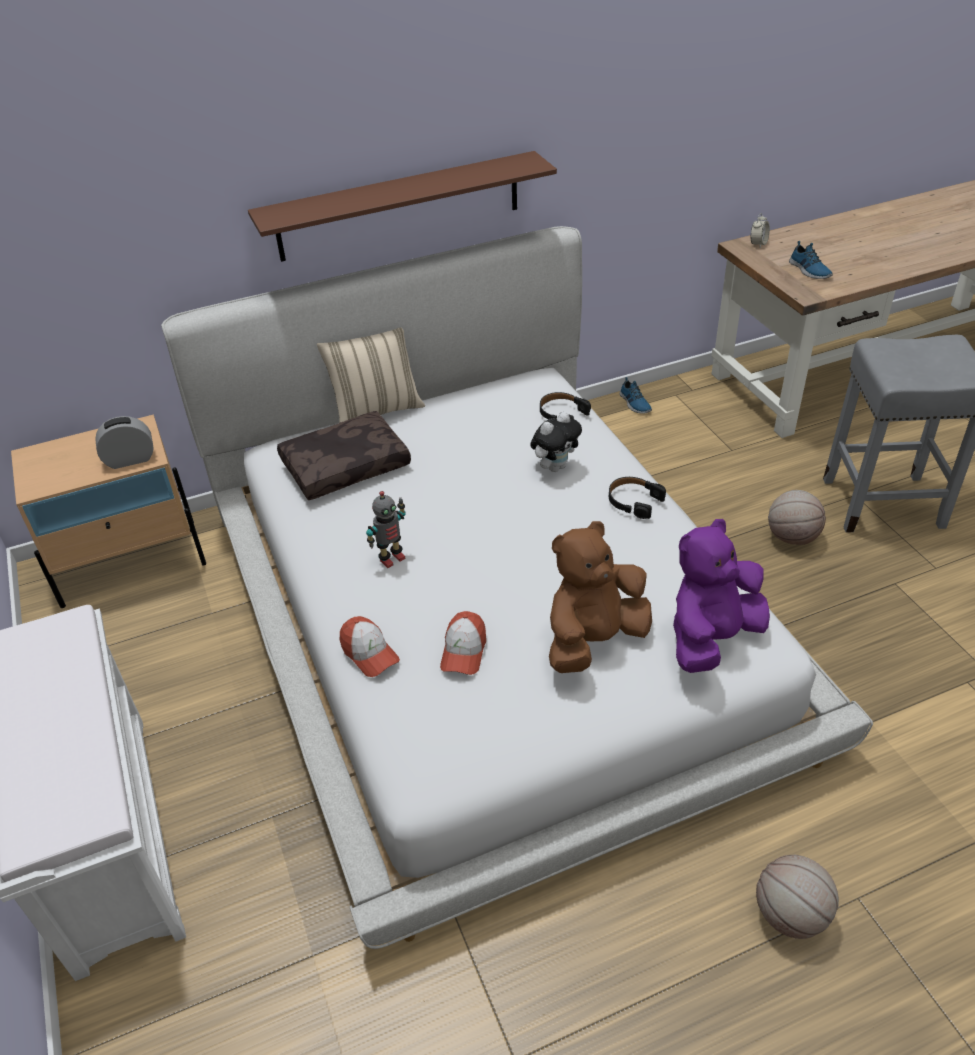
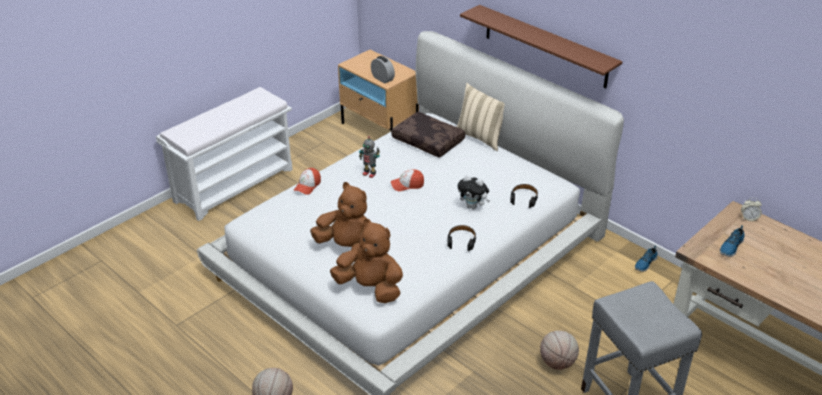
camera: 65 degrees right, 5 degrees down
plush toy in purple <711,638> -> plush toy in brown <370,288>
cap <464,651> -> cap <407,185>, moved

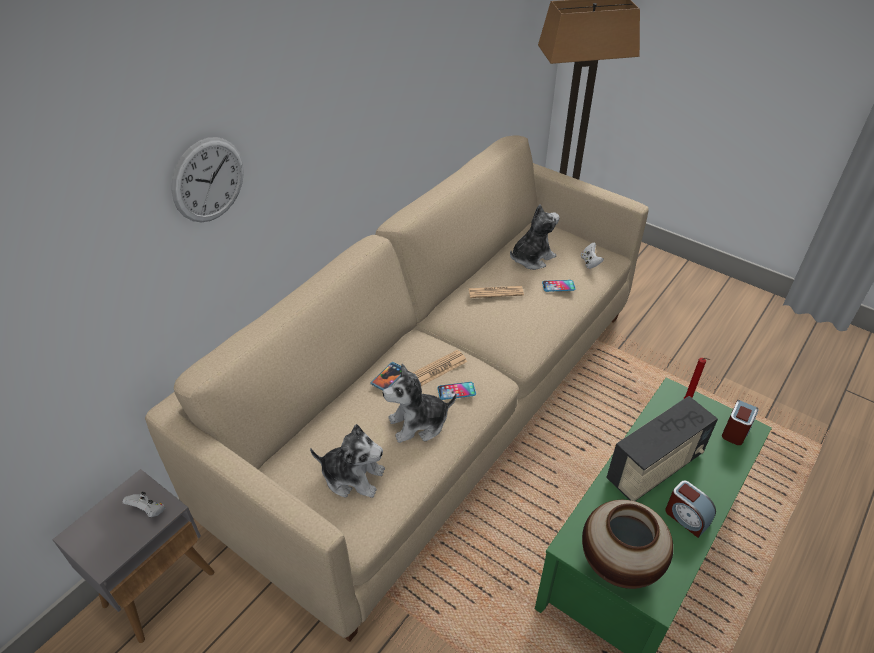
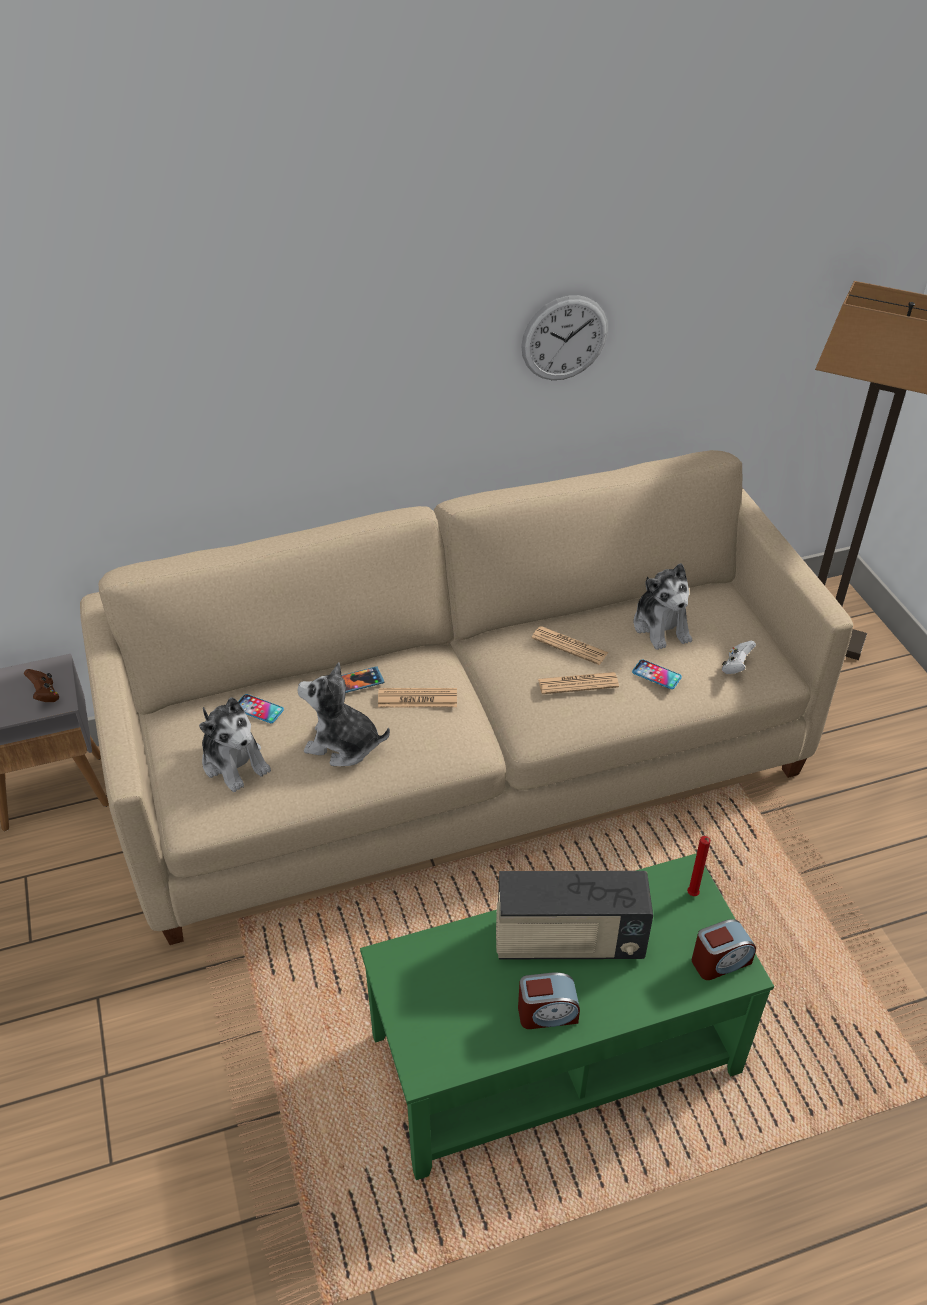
camera: 35 degrees right, 0 degrees up
game controller in white <148,510> -> game controller in brown <45,695>
phone <456,391> -> phone <258,709>, moved
alarm clock <686,517> -> alarm clock <547,1013>, 90 degrees counterclockwise
wall clock <208,180> -> wall clock <564,338>, moved
none -> newspaper <578,683>
plush toy <531,258> -> plush toy <661,626>, 75 degrees clockwise
vase <619,563> -> none

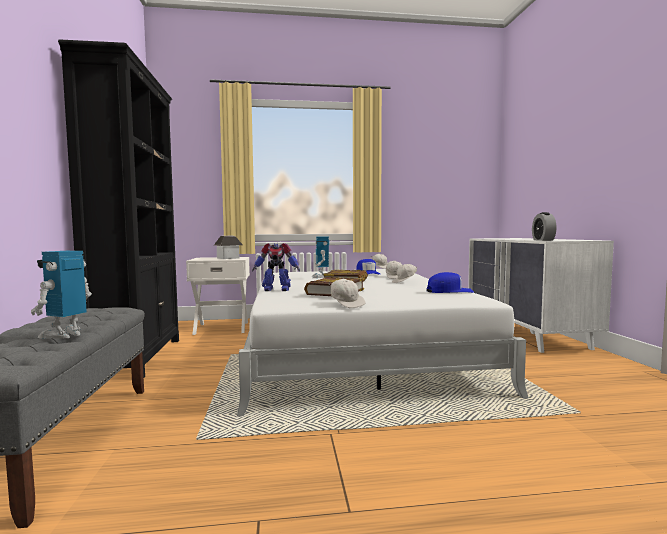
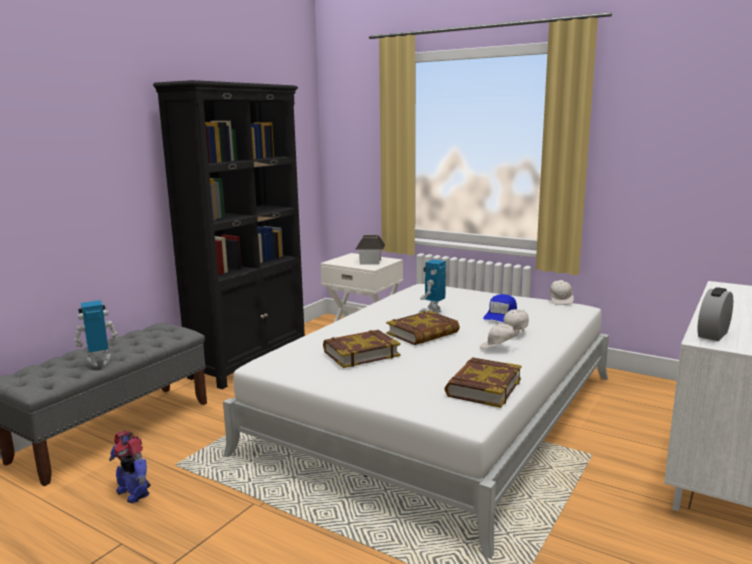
camera: 40 degrees right, 10 degrees up
toy robot <276,290> -> toy robot <133,492>, moved
cap in blue <449,291> -> book <483,387>
cap in white <346,304> -> none

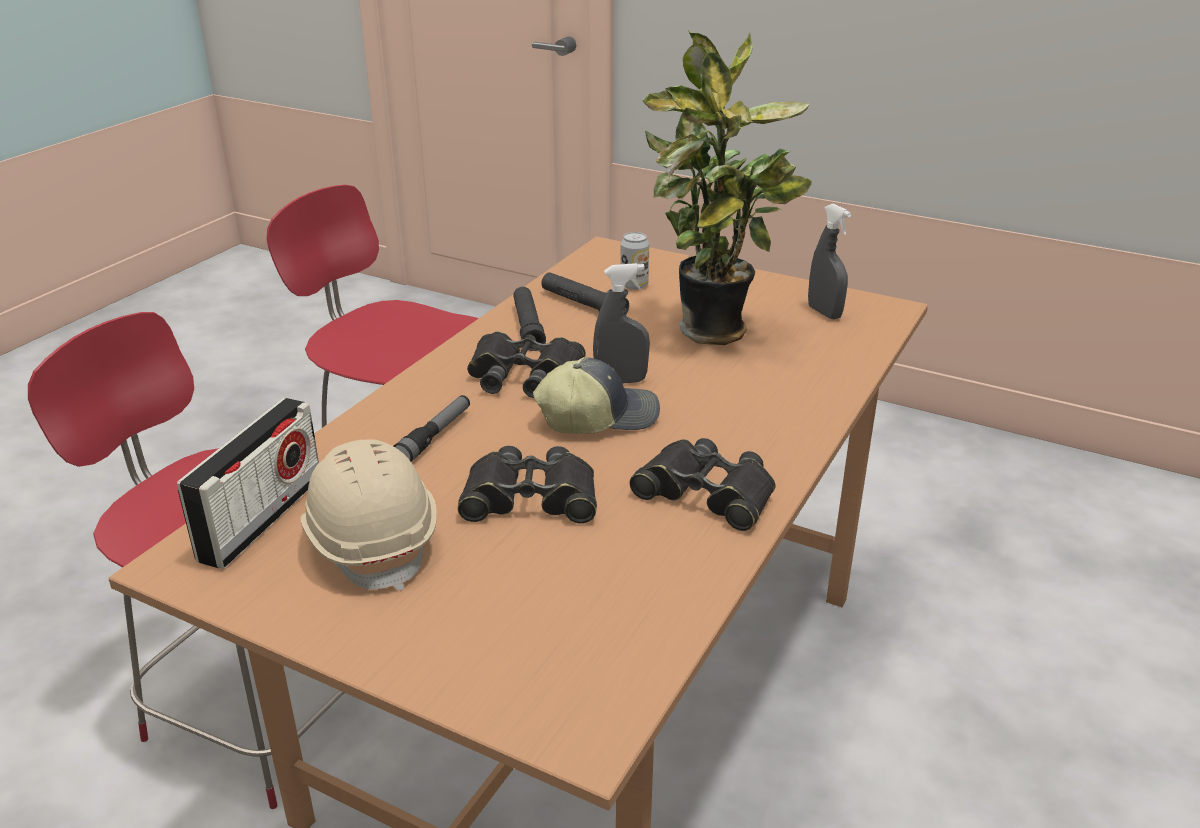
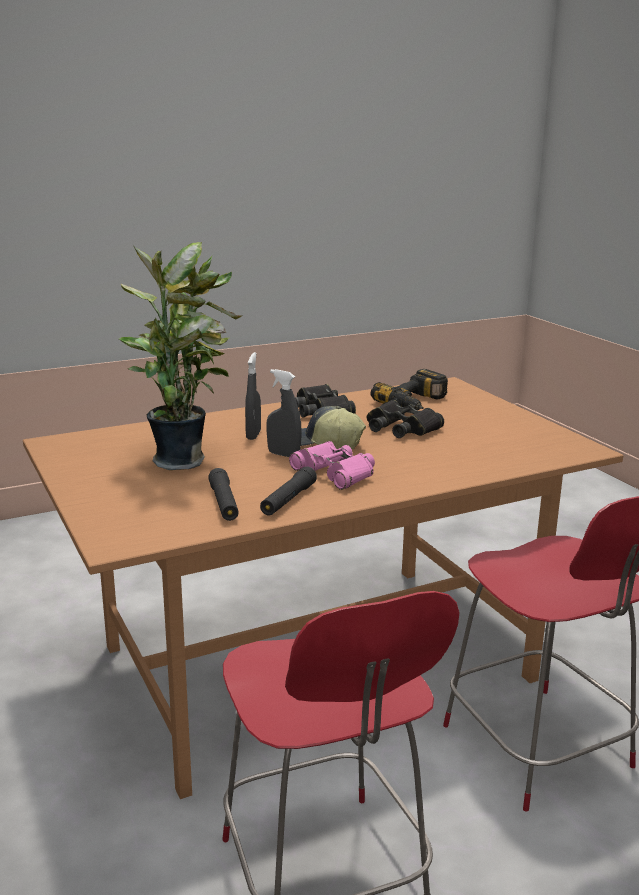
camera: 145 degrees left, 10 degrees down
spray bottle in grey <824,313> -> spray bottle in grey <253,435>, moved
binoculars in black <524,375> -> binoculars in pink <335,473>
none -> power drill <416,403>
radio <262,518> -> none
hard hat in beige <372,541> -> none
flashlight <434,436> -> none
can <634,285> -> none

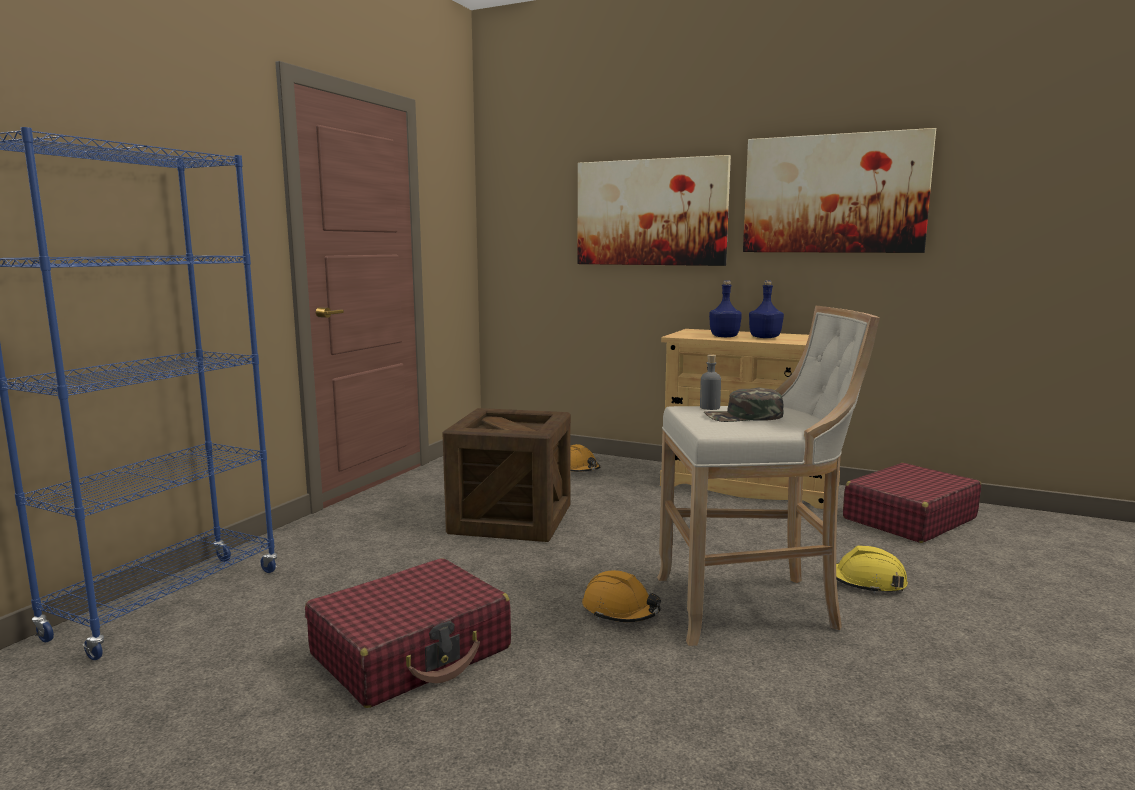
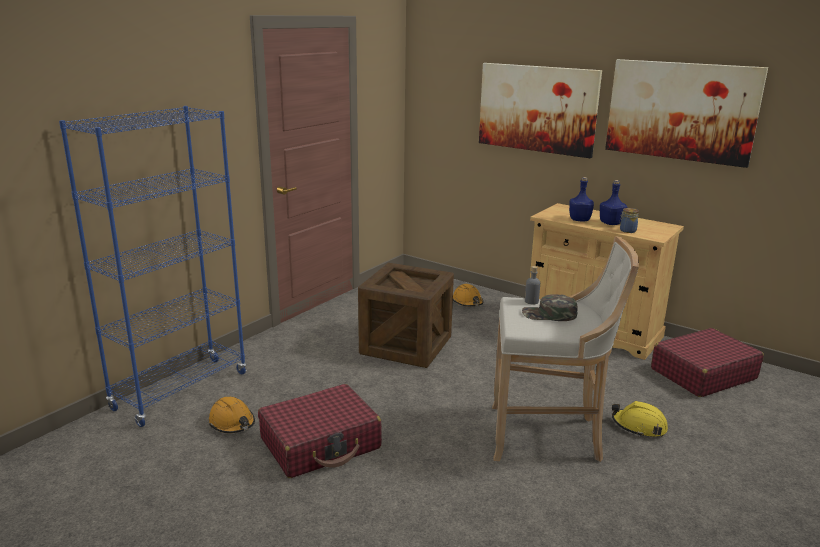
camera: 10 degrees right, 10 degrees up
hard hat in orange <620,611> -> hard hat in orange <232,423>, moved
none -> jar <627,231>

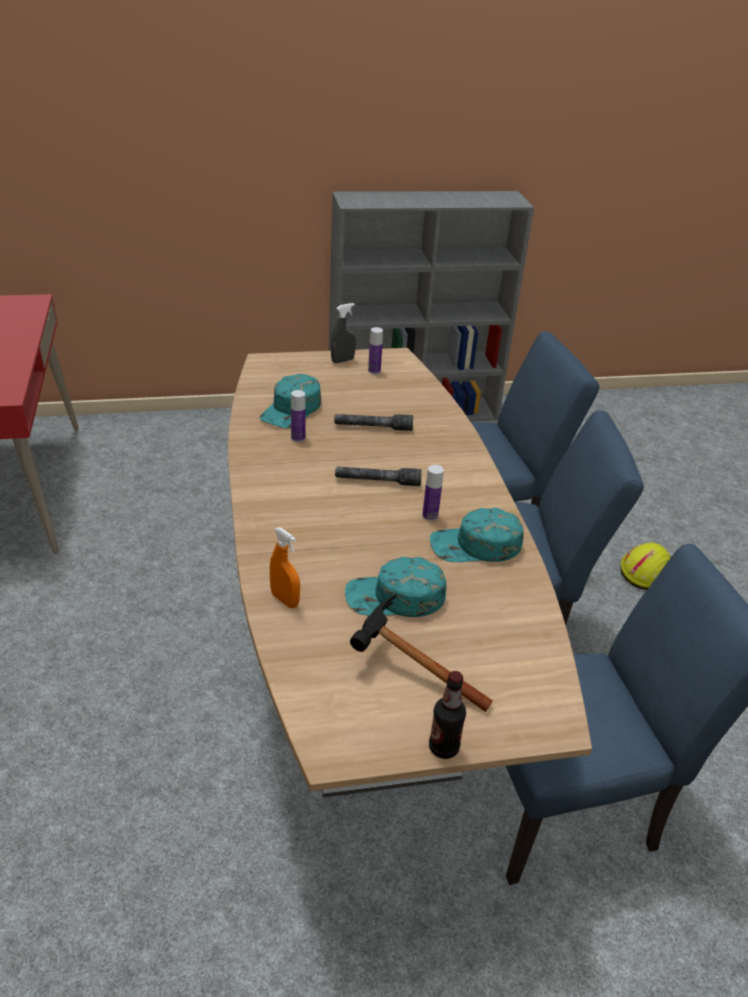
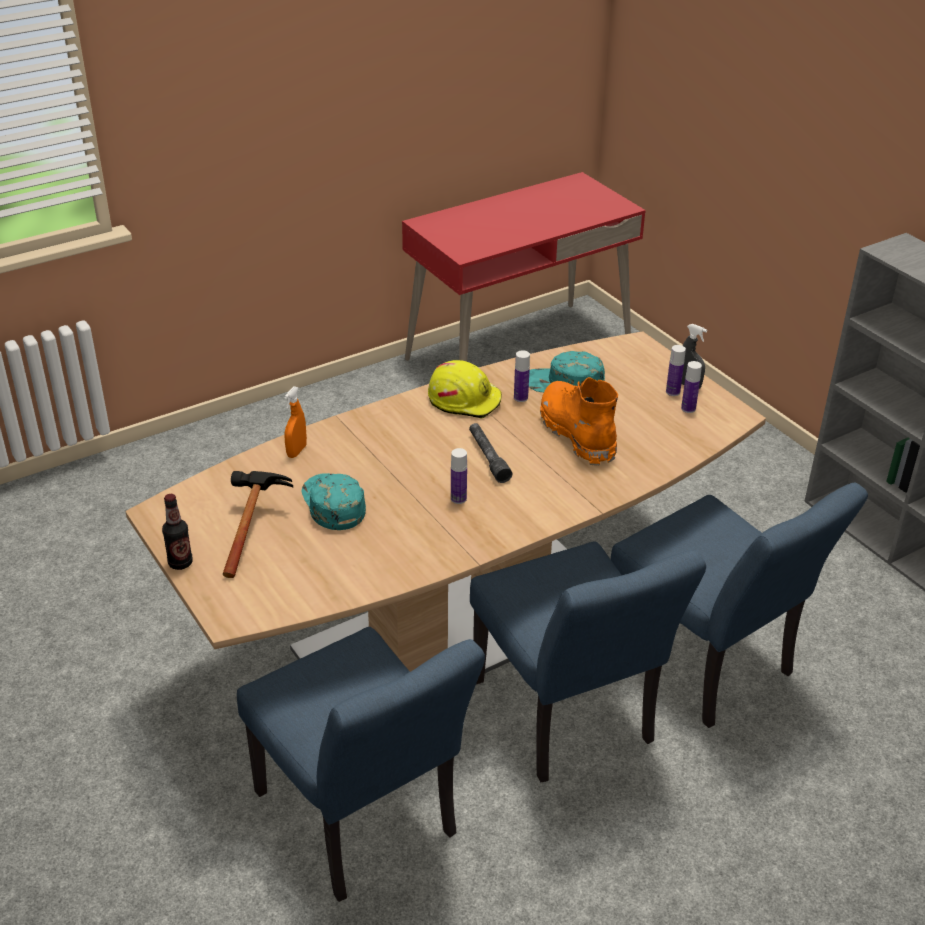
camera: 70 degrees right, 0 degrees up
hard hat in yellow <644,571> -> hard hat in yellow <464,400>, moved
flashlight in grey <373,427> -> boot in orange <577,433>
none -> bottle <672,392>
cap in turquoise <475,545> -> none

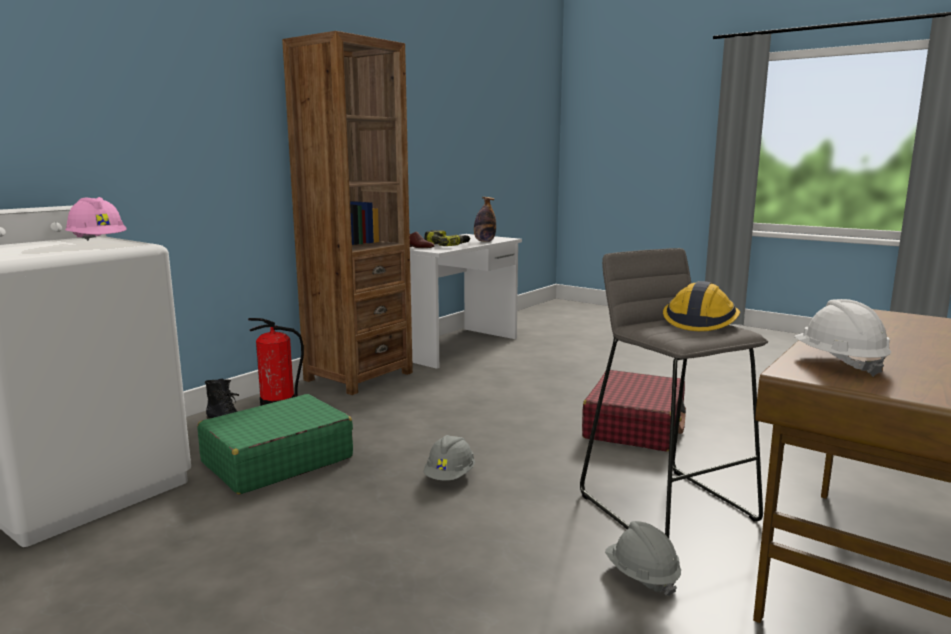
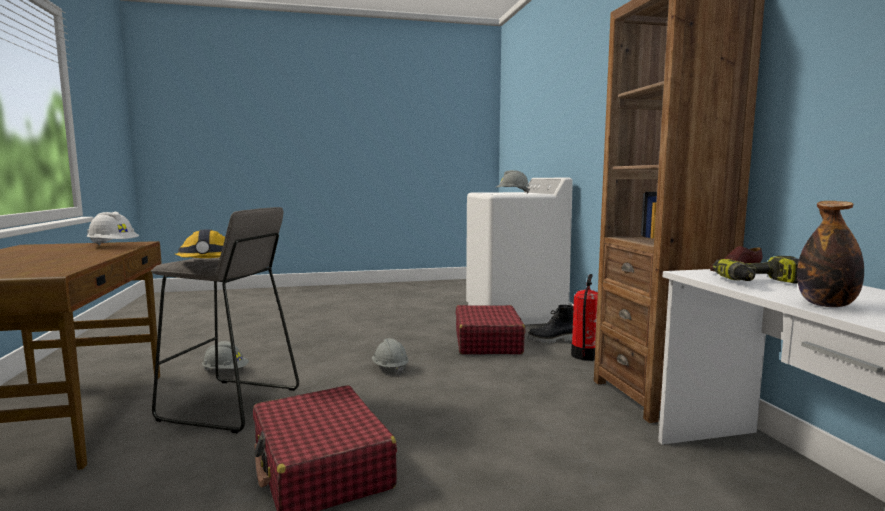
camera: 130 degrees right, 5 degrees down
suitcase in green <277,460> -> suitcase in red <488,342>
hard hat in pink <98,243> -> hard hat in grey <512,193>

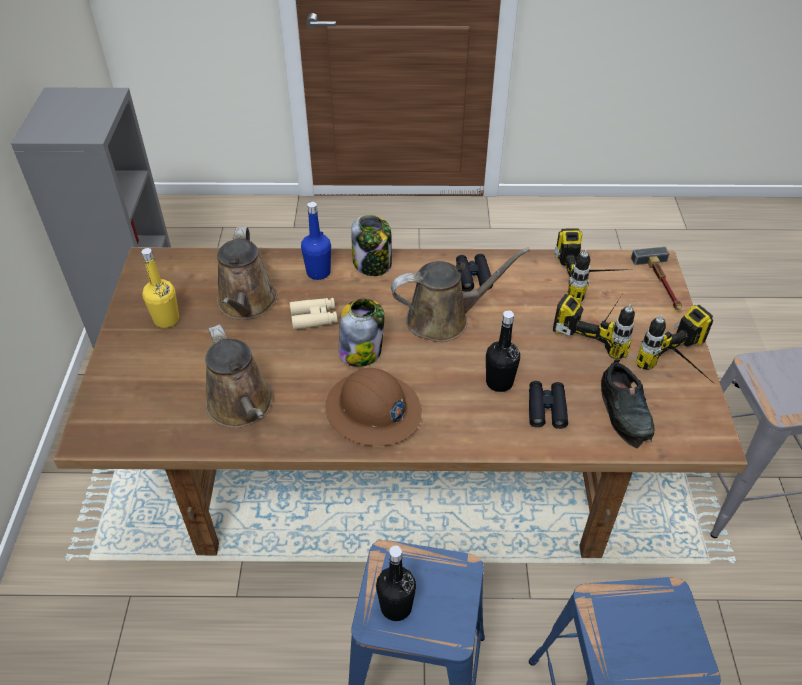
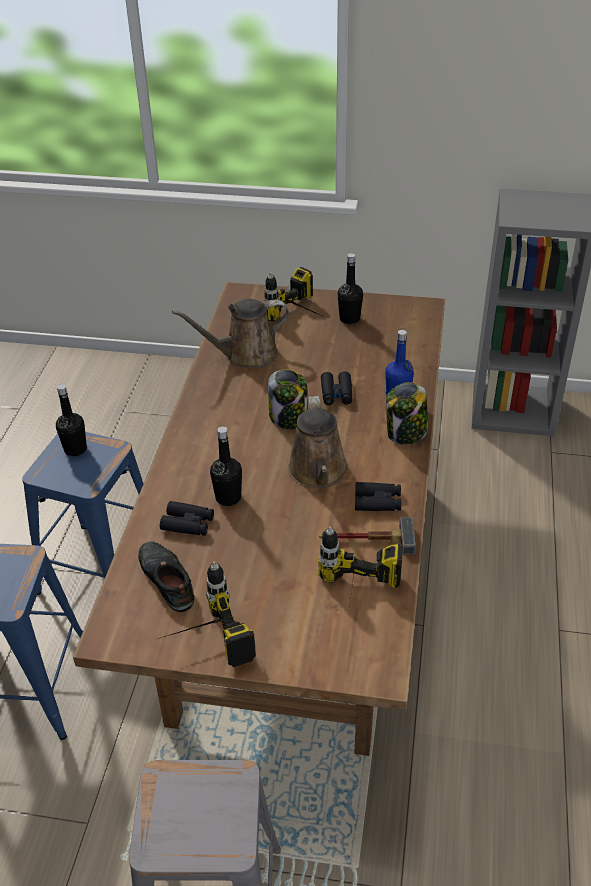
camera: 100 degrees right, 5 degrees down
shoe in black <625,411> -> shoe in black <166,579>, 60 degrees clockwise
power drill <600,327> -> power drill <302,317>, moved
hammer <662,284> -> hammer <366,540>, moved
binoculars in beige <314,317> -> binoculars in black <336,393>
bottle in yellow <166,319> -> bottle in black <349,319>
watering can in brown <246,304> -> none
hard hat in brown <373,411> -> none

